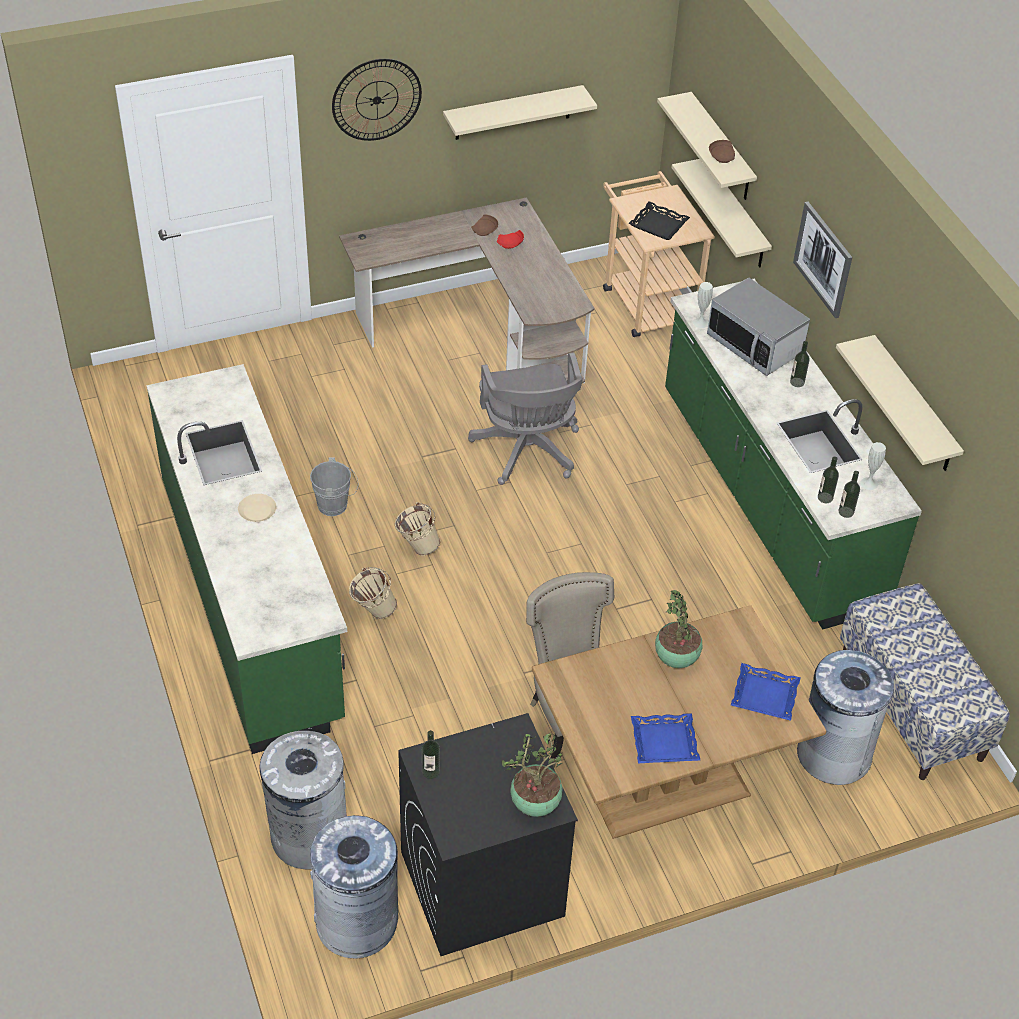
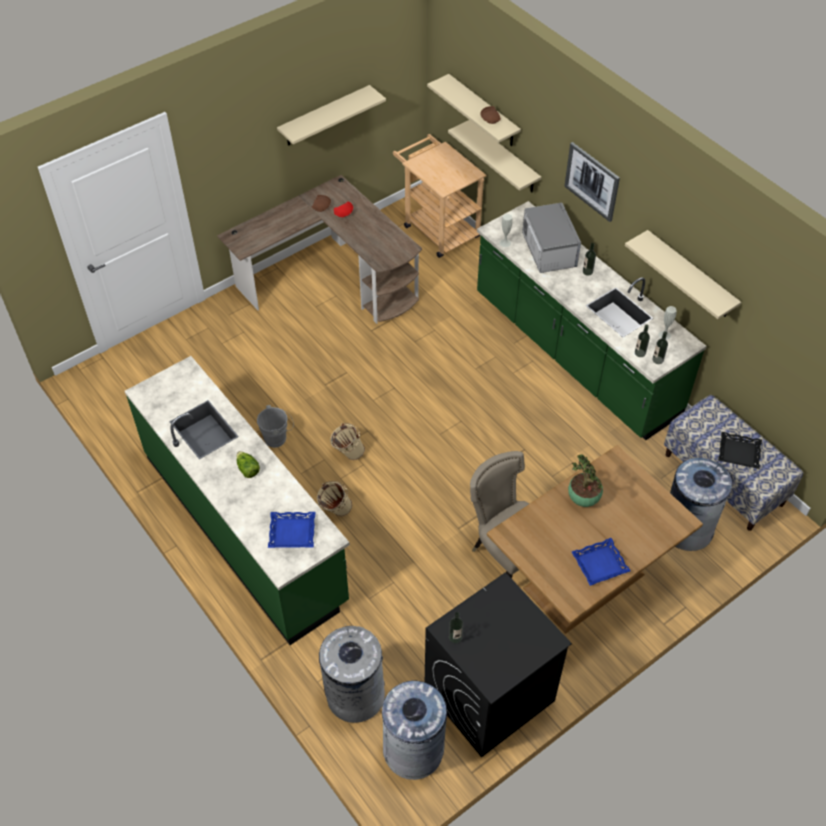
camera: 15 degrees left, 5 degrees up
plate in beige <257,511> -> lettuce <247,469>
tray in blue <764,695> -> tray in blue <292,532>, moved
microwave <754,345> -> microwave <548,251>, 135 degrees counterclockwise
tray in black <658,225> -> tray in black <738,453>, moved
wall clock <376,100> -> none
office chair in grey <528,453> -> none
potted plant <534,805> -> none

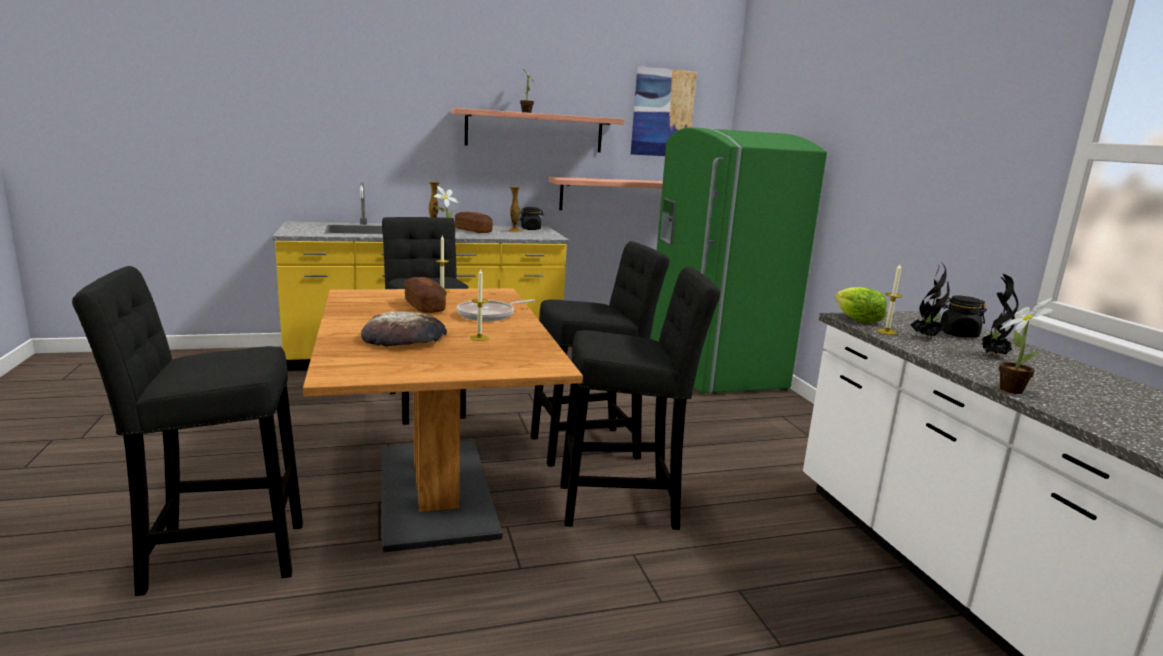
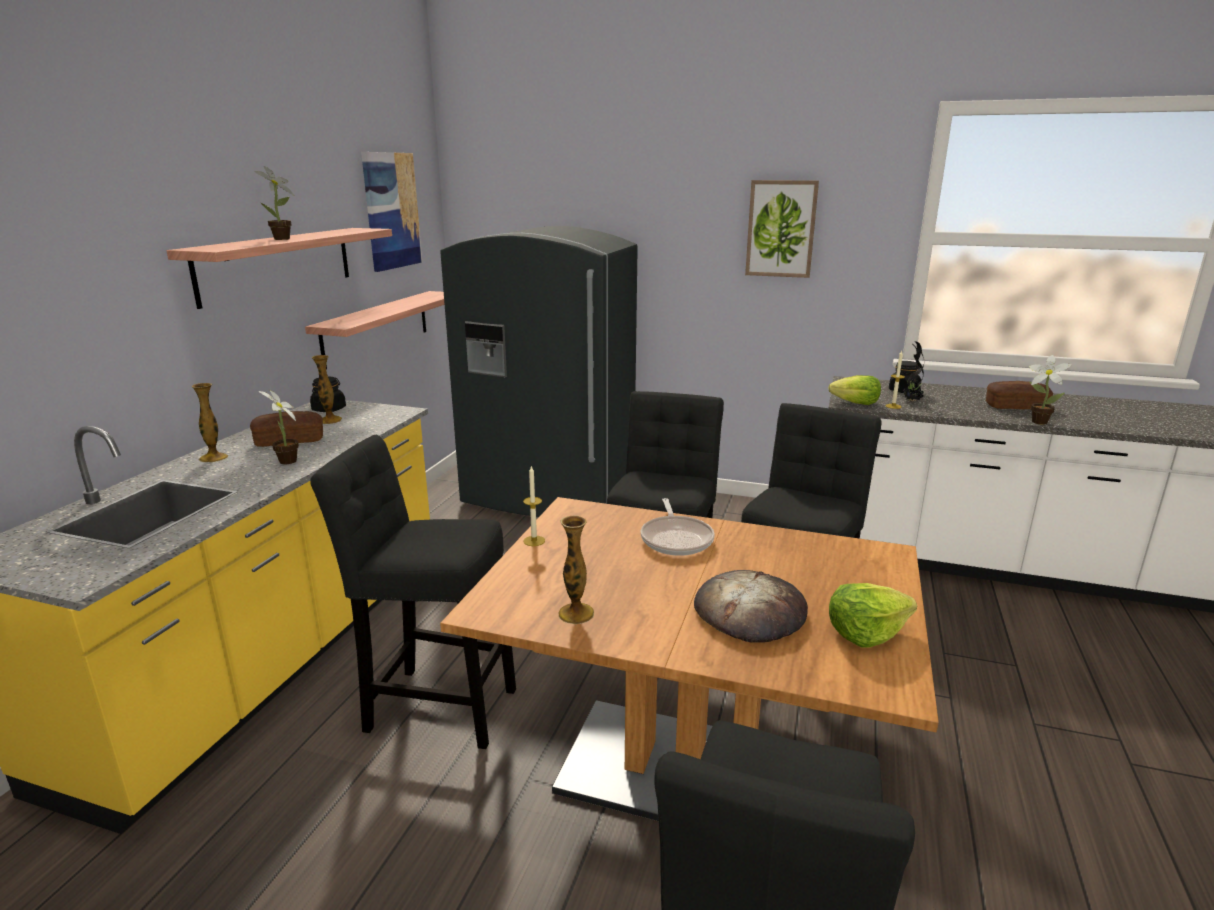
camera: 55 degrees left, 5 degrees up
fridge in green <711,369> -> fridge in grey <548,495>
none -> vase <576,613>
none -> picture <781,229>
none -> lettuce <866,632>
bread <424,306> -> bread <1016,406>, moved
candle <479,338> -> none
potted plant <992,355> -> none

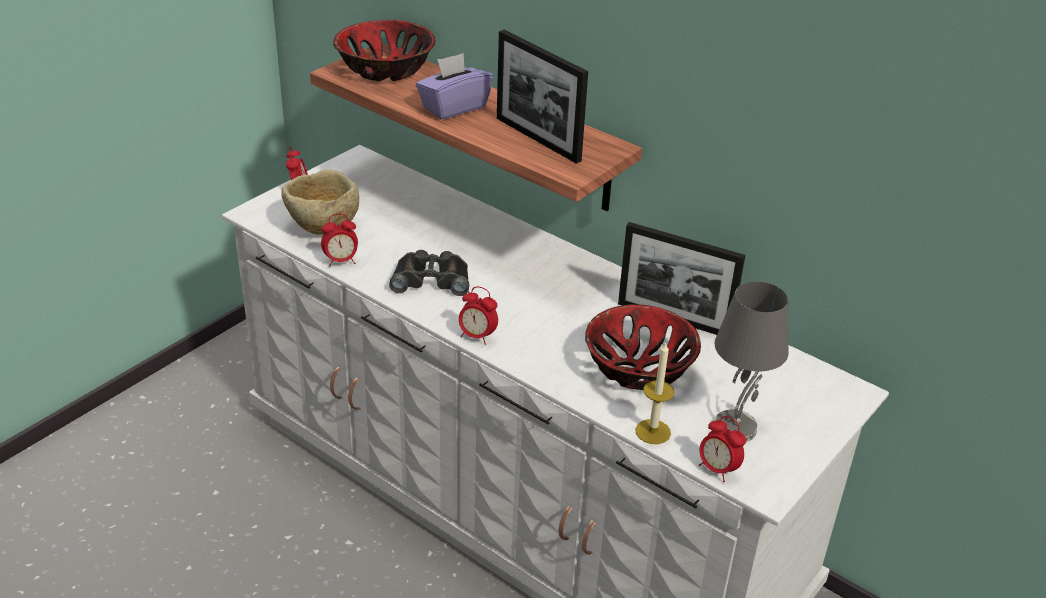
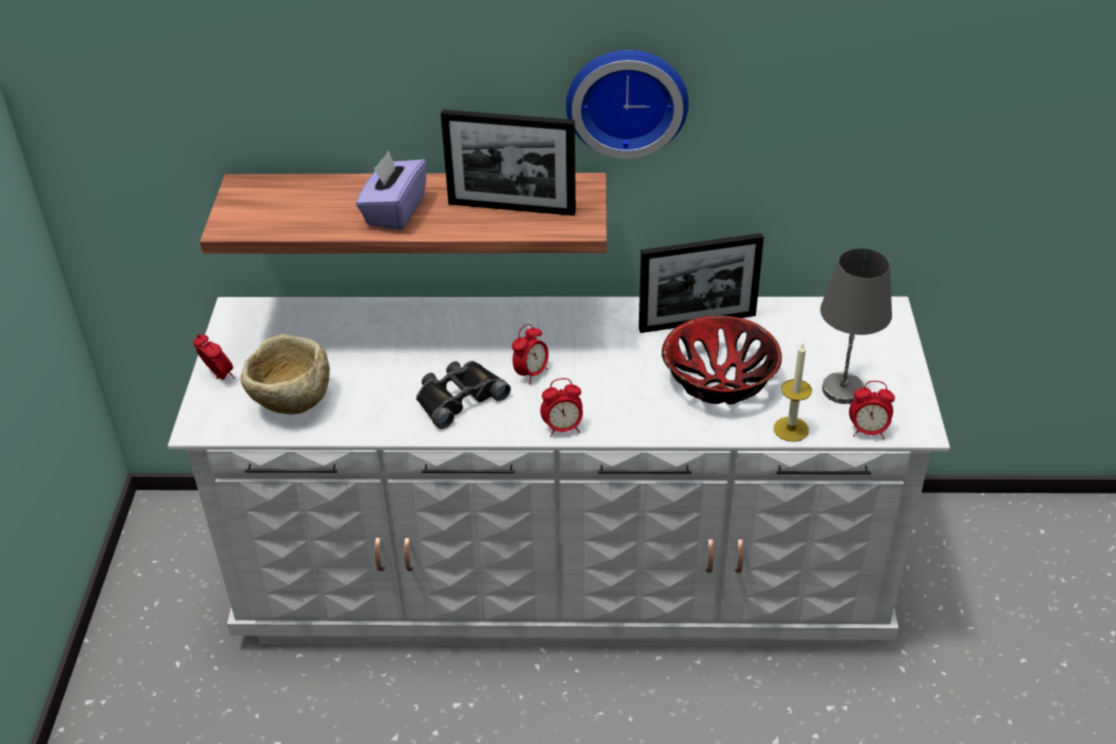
camera: 35 degrees left, 5 degrees up
alarm clock <341,261> -> alarm clock <531,373>, moved
none -> wall clock <627,99>
bowl <384,68> -> none

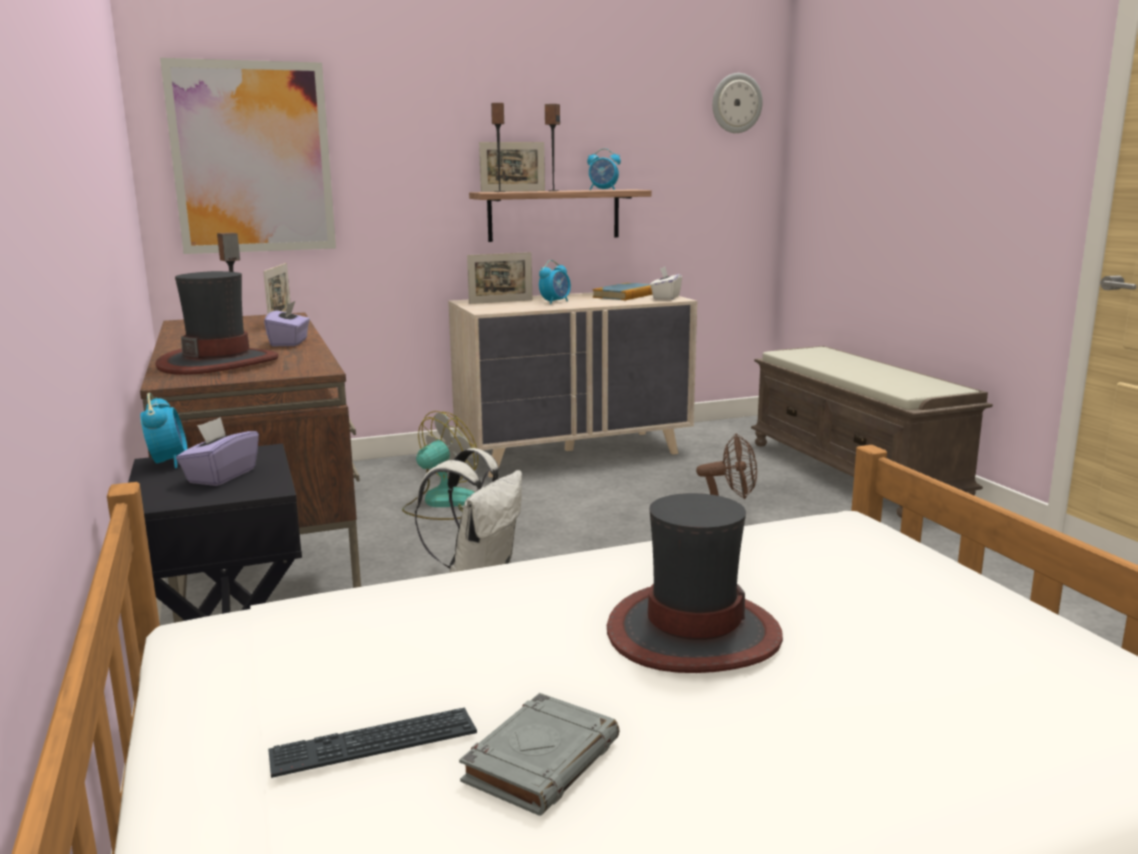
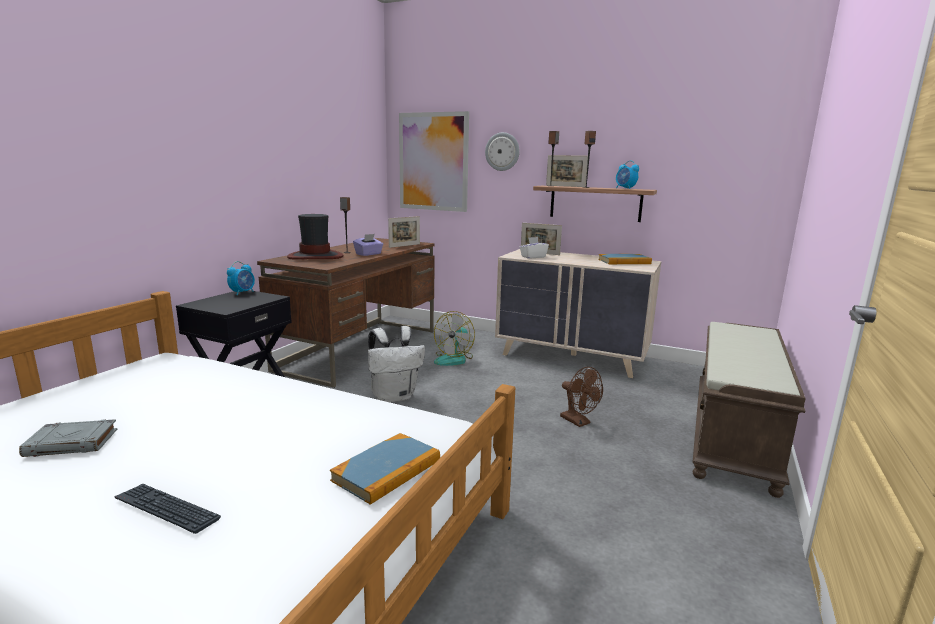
camera: 45 degrees right, 0 degrees up
keyboard <374,745> -> keyboard <167,509>, moved
none -> book <387,471>
fan <441,504> -> fan <454,359>, 120 degrees clockwise
wall clock <736,103> -> wall clock <502,151>, moved
tissue box in white <665,298> -> tissue box in white <533,257>, moved
tissue box in purple <221,476> -> none
alarm clock <555,302> -> none
hat <692,633> -> none

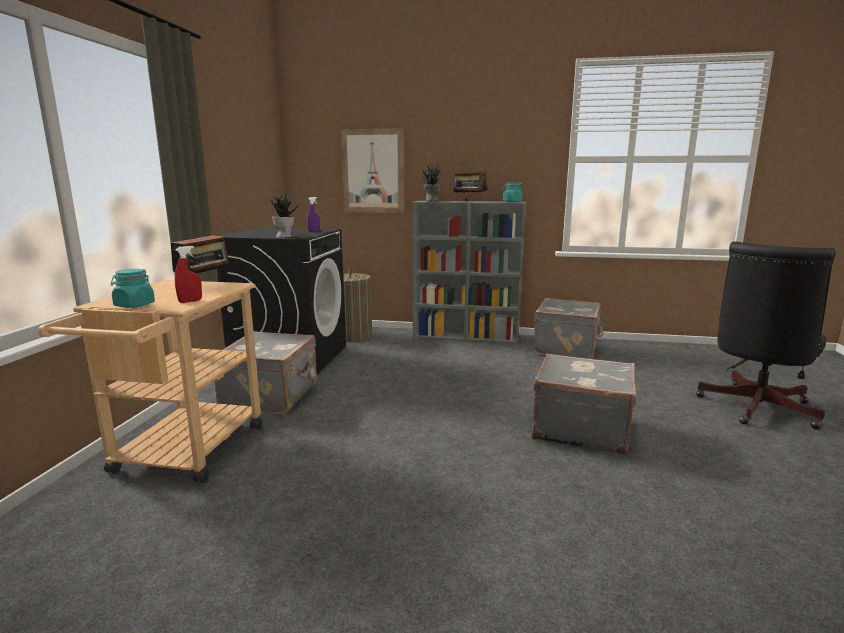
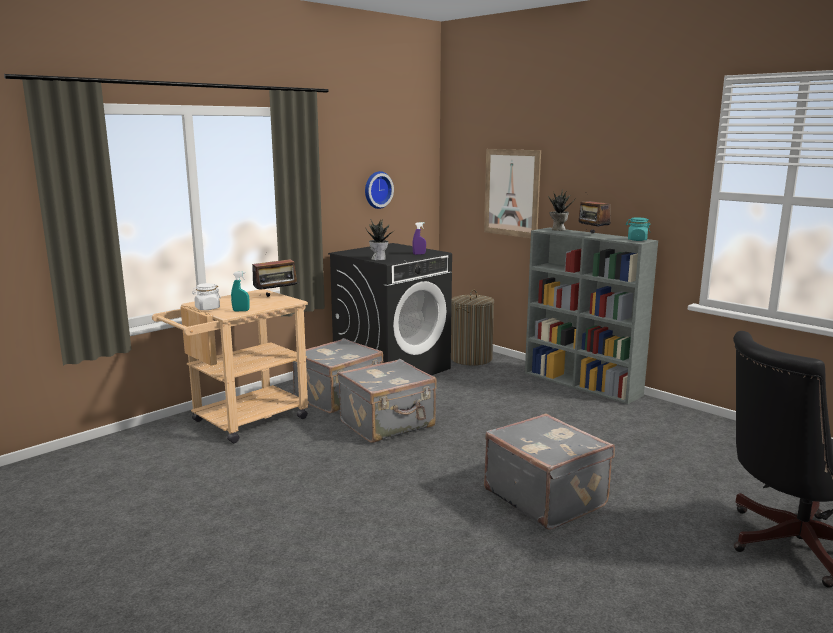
camera: 35 degrees right, 0 degrees up
jar in turquoise <134,305> -> jar in white <207,308>
spray bottle in red <190,301> -> spray bottle in turquoise <241,311>
suitcase in grey <567,349> -> suitcase in grey <388,424>, moved
none -> wall clock <377,189>

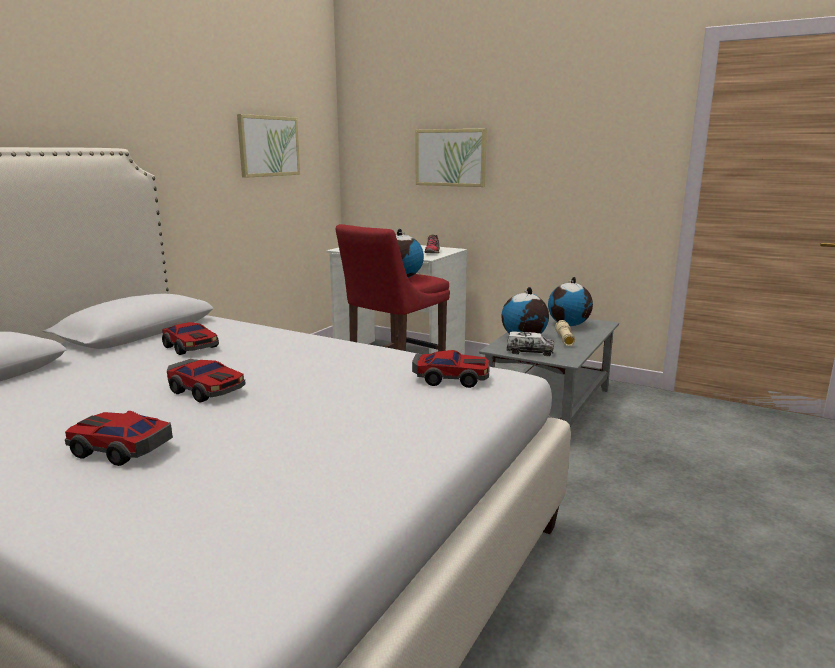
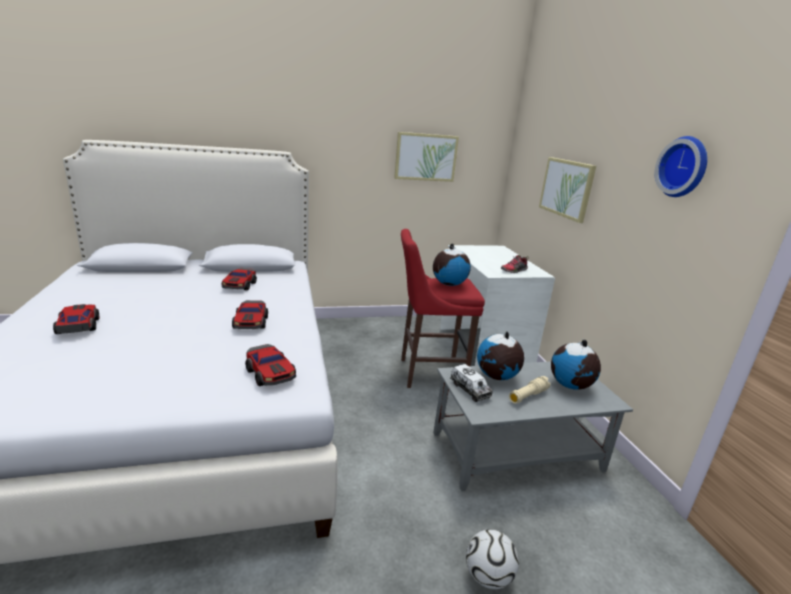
camera: 45 degrees right, 5 degrees up
toy car <206,390> -> toy car <251,322>, moved
none -> football <488,576>
none -> wall clock <684,167>

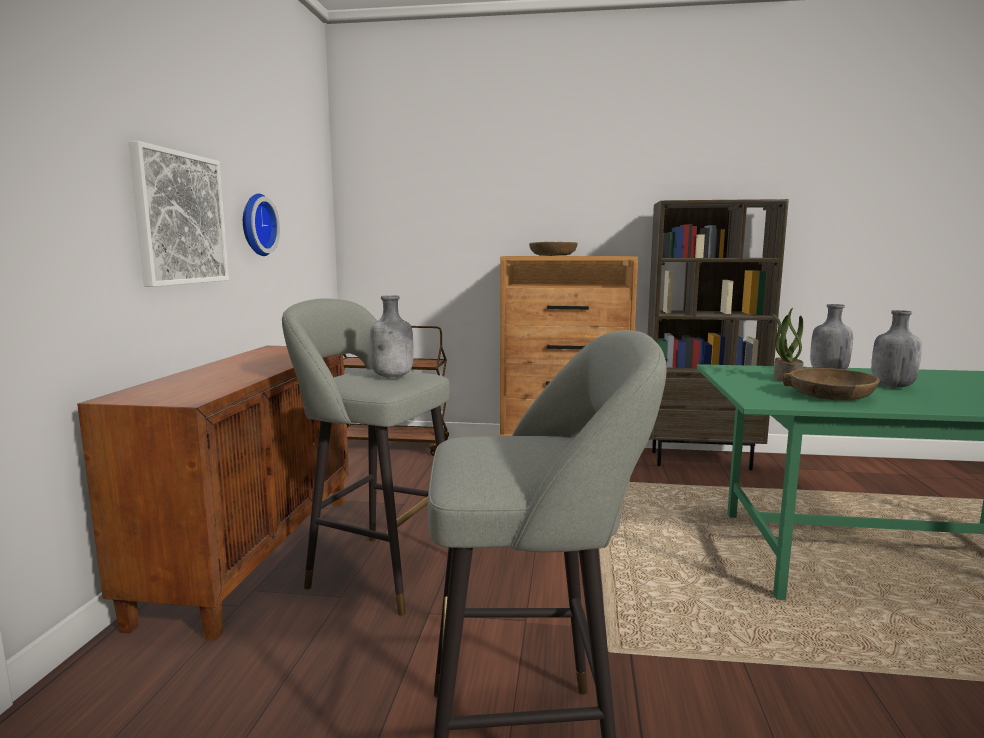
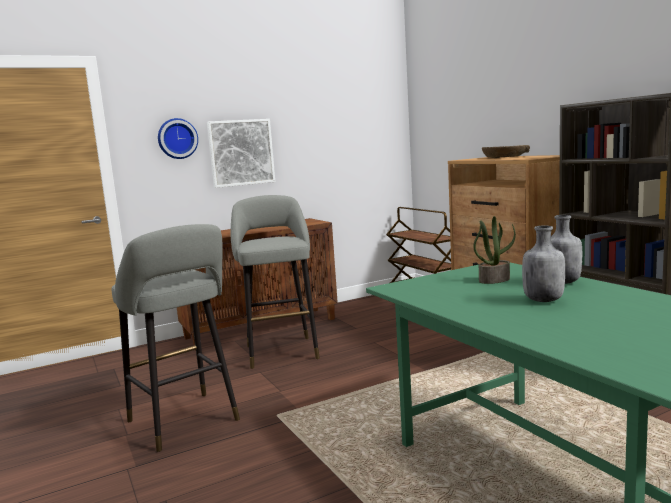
camera: 55 degrees right, 0 degrees up
wall clock <256,225> -> wall clock <177,138>, moved
bottle in grey <393,376> -> none
bowl in brown <830,395> -> none

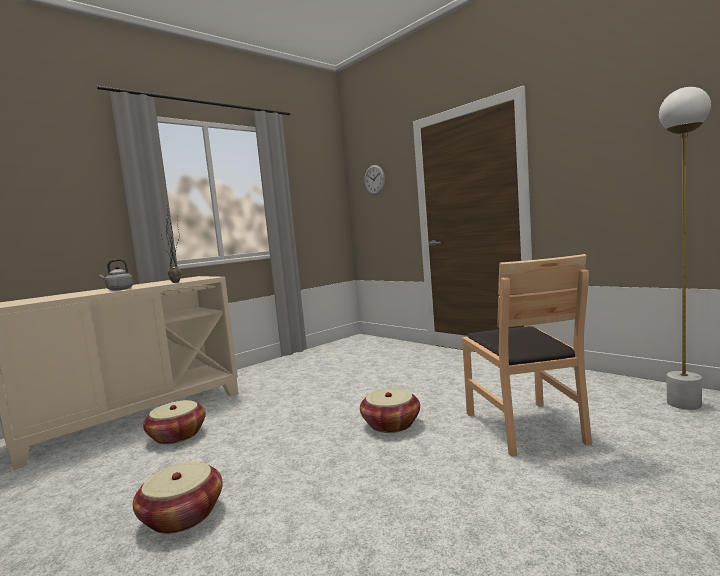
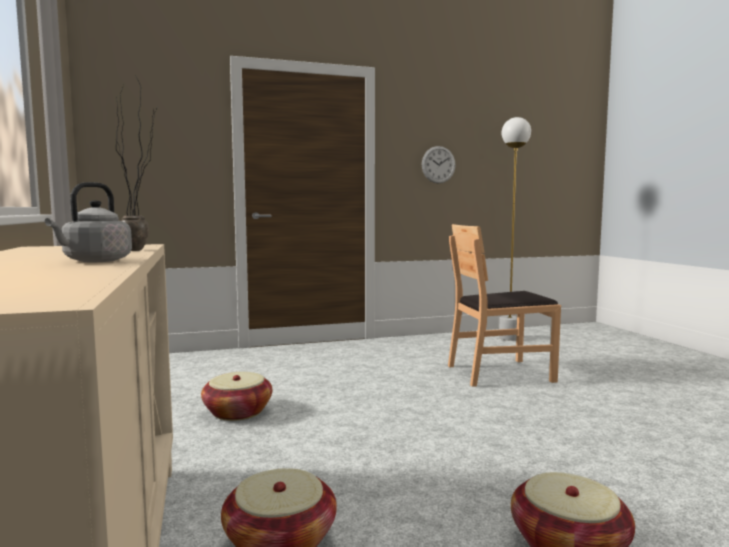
camera: 65 degrees left, 0 degrees up
basket <391,424> -> basket <238,412>, moved
wall clock <374,179> -> wall clock <438,164>, moved
chair in brown <524,427> -> chair in brown <499,373>, 150 degrees clockwise

